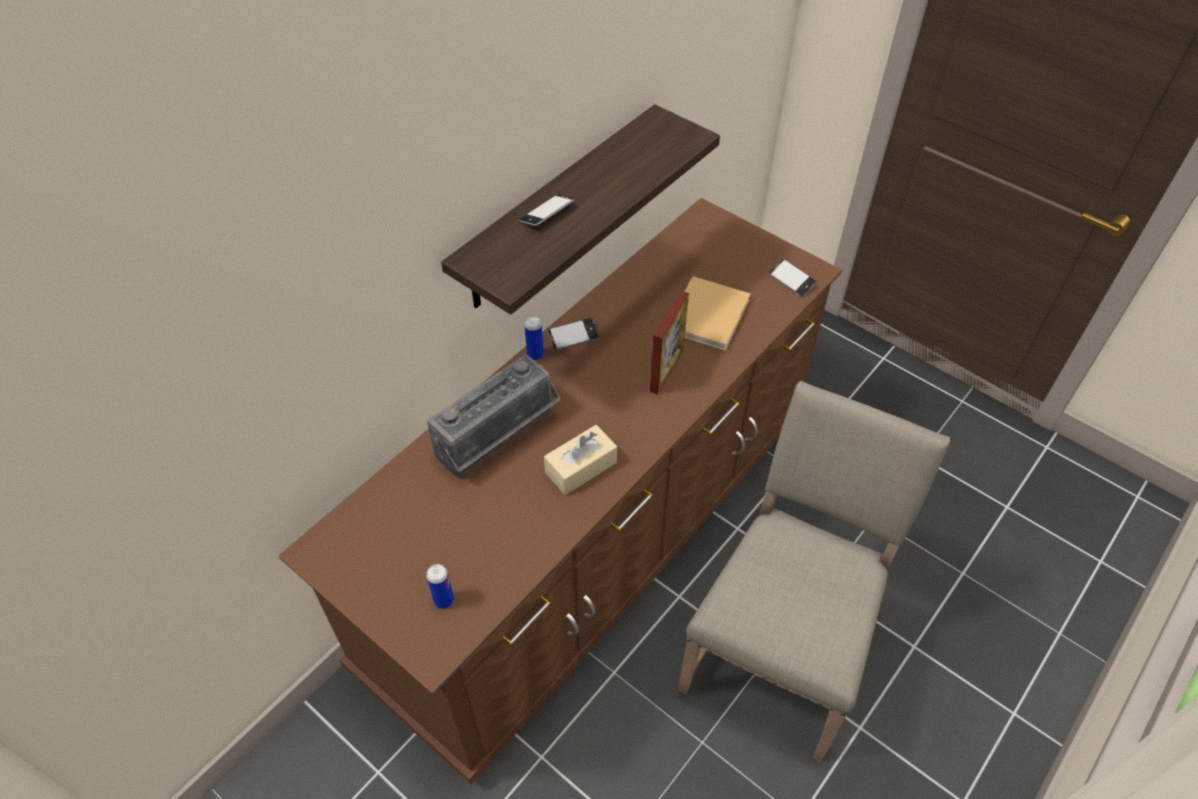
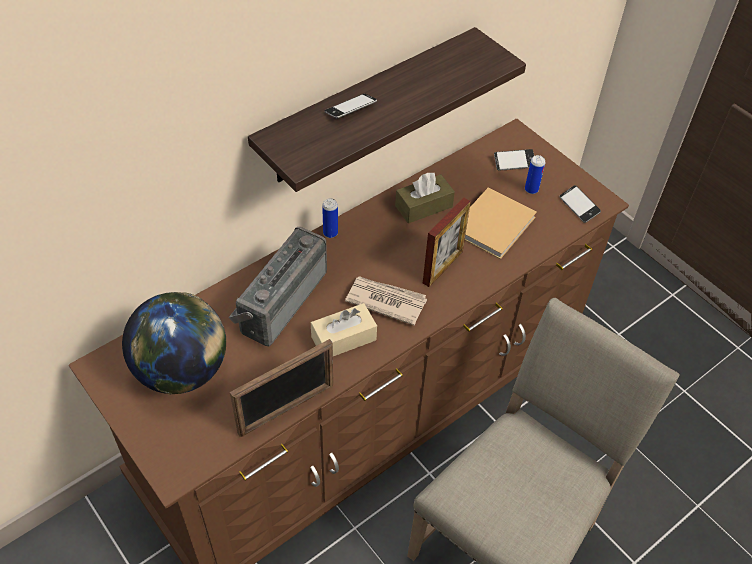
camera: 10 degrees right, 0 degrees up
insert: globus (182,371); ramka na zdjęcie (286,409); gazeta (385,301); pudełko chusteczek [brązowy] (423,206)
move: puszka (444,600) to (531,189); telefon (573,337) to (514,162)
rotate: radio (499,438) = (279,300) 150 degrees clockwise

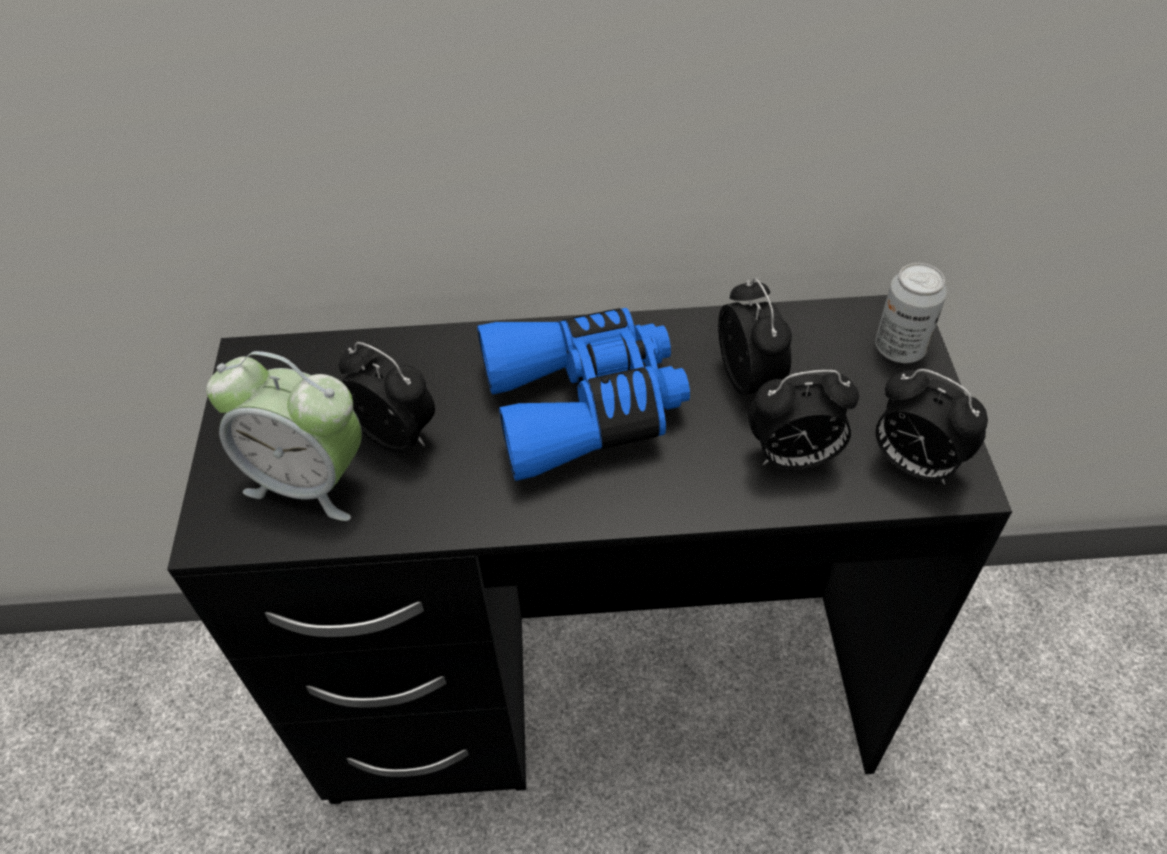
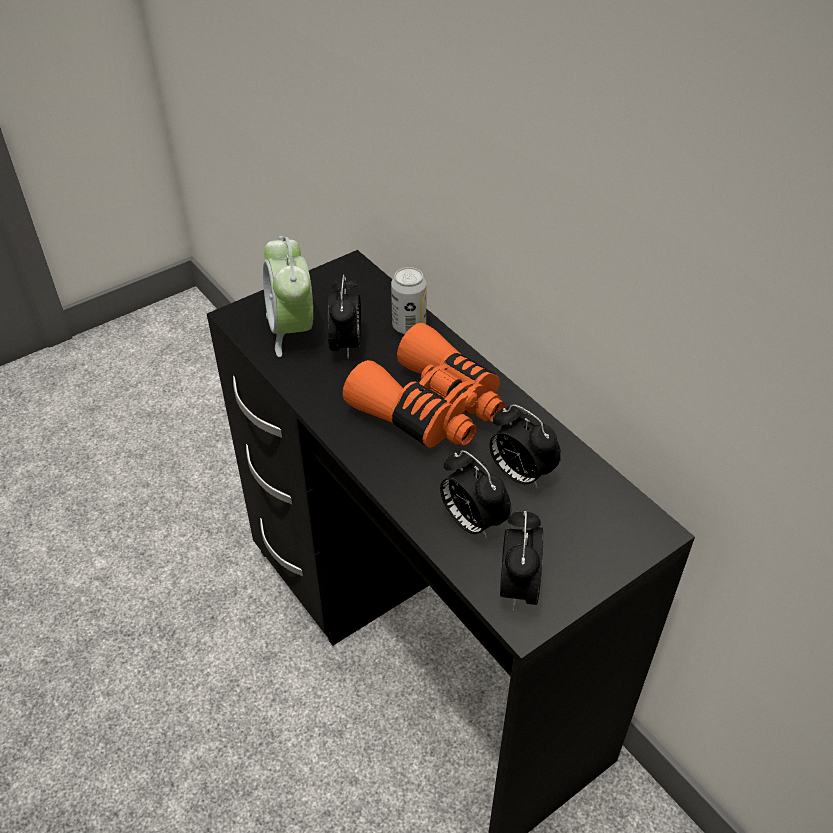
camera: 55 degrees right, 5 degrees down
move: puszka (900,348) to (409,326)
recolor: lornetka [niebieski] (584,405) to lornetka [pomarańczowy] (431,408)
rotate: budzik (750,379) = (519,474) 90 degrees clockwise

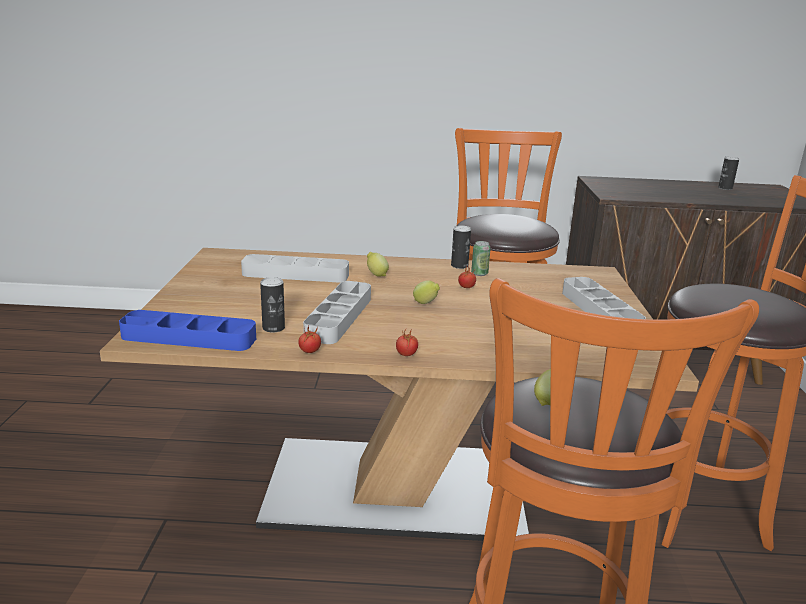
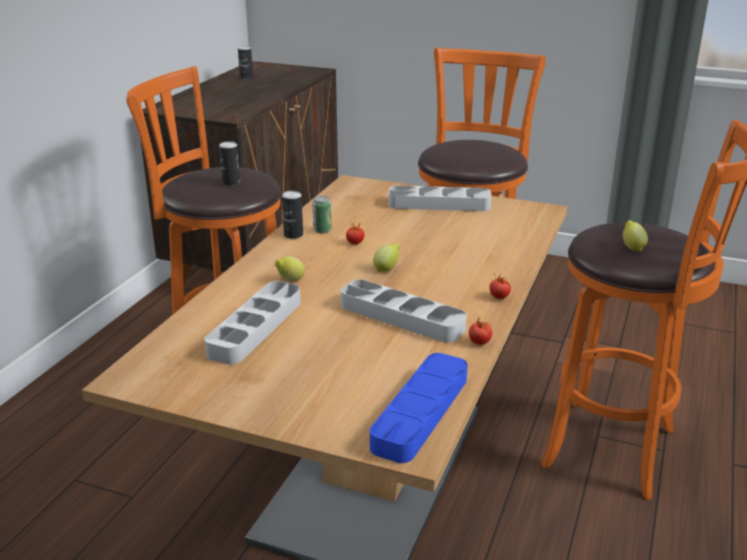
camera: 70 degrees left, 5 degrees up
move: puszka (273,328) to (231,183)

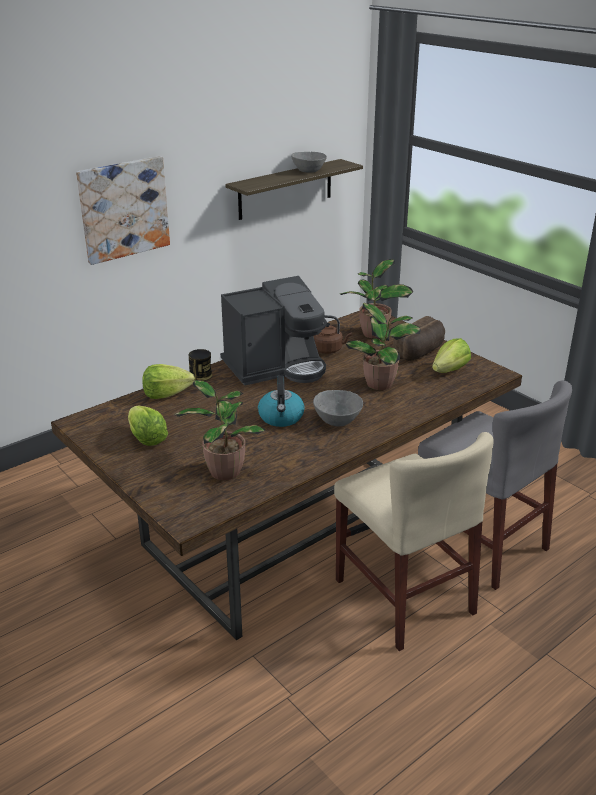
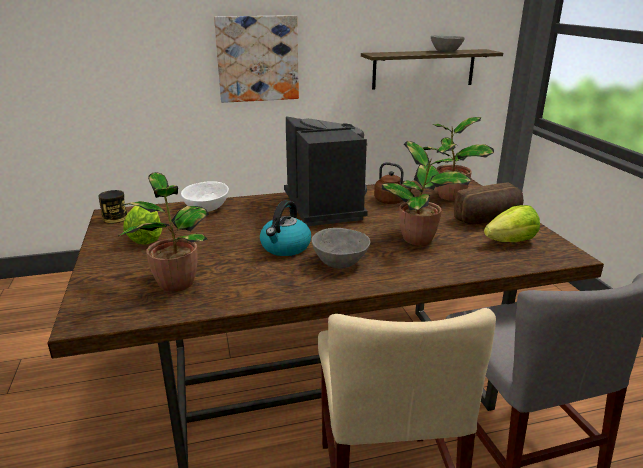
camera: 25 degrees right, 5 degrees down
move: puszka (201,375) to (115,218)
replace: sałata (166,394) to miska [biały] (206,208)
rotate: ekspres do kawy (276,367) = (326,206) 105 degrees counterclockwise

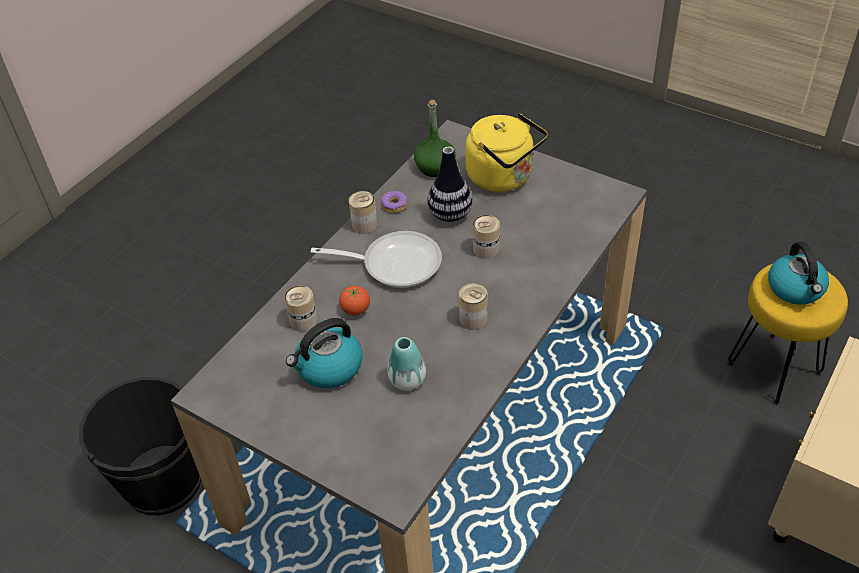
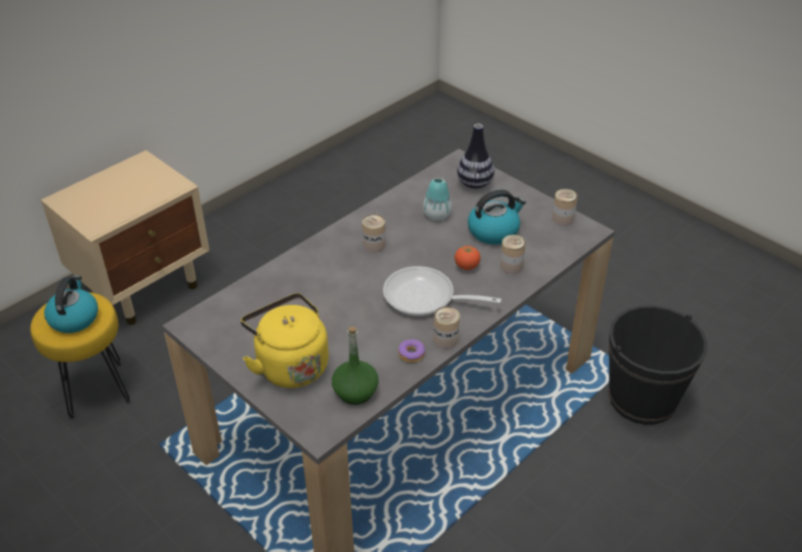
camera: 170 degrees left, 5 degrees down
move: wazon (450,214) to (475,184); puszka (486,249) to (563,219)

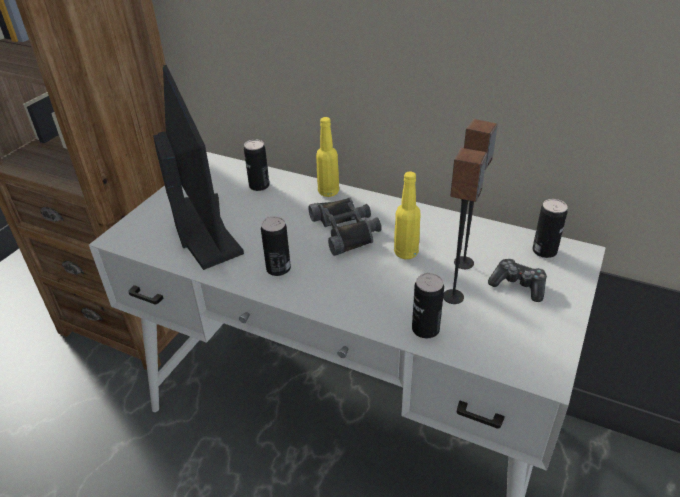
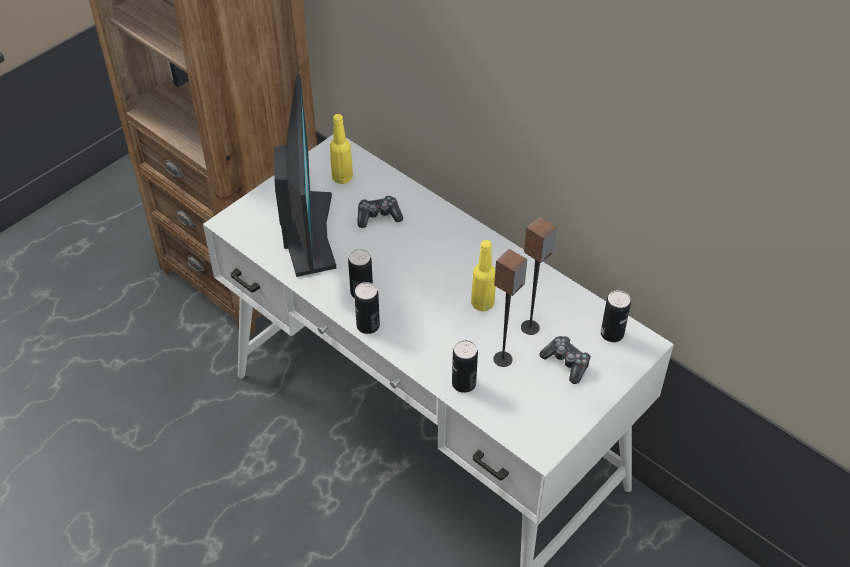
camera: 15 degrees right, 10 degrees up
delete: lornetka [czarny] (346,230)
insert: pad do gier (378,216)
move: puszka (259,186) to (368,325); butelka [żółty] (328,192) to (342,178)

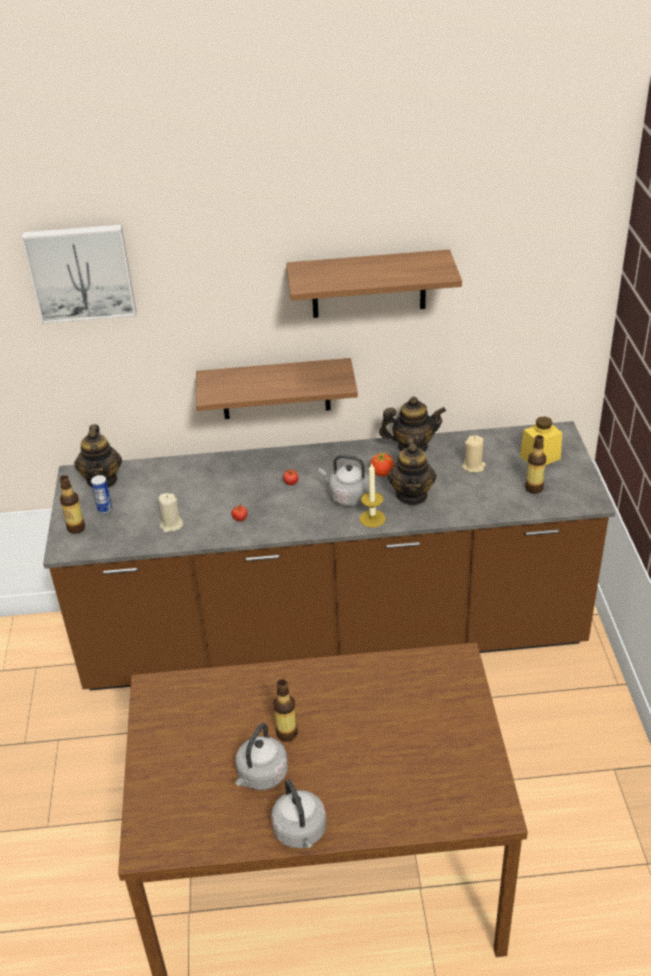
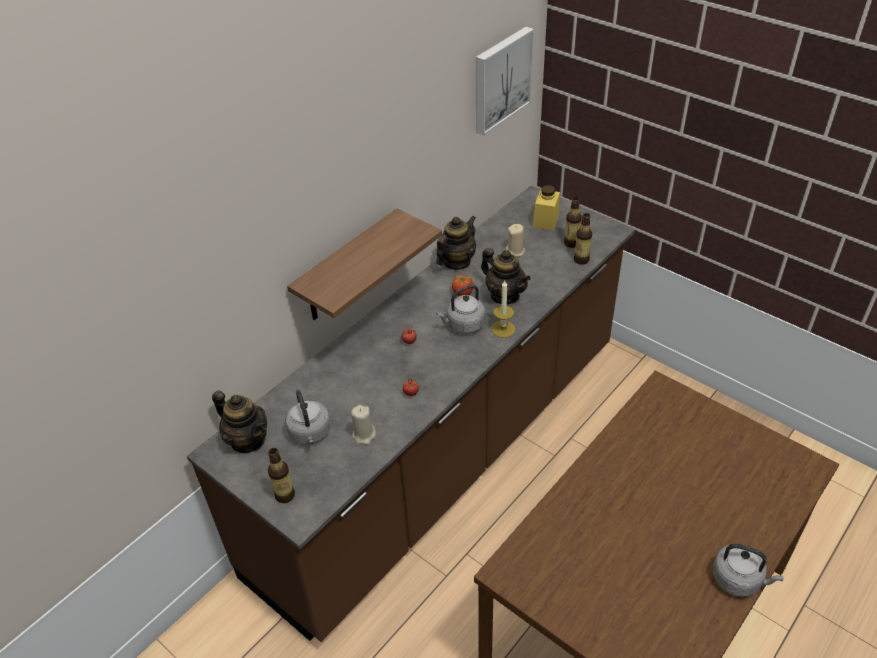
camera: 45 degrees left, 5 degrees up
delete: puszka (105,509); półka (368,284)
move: obraz (81,272) to (500,79); czajnik [szary] (261,776) to (310,434); butelka (287,733) to (581,260)

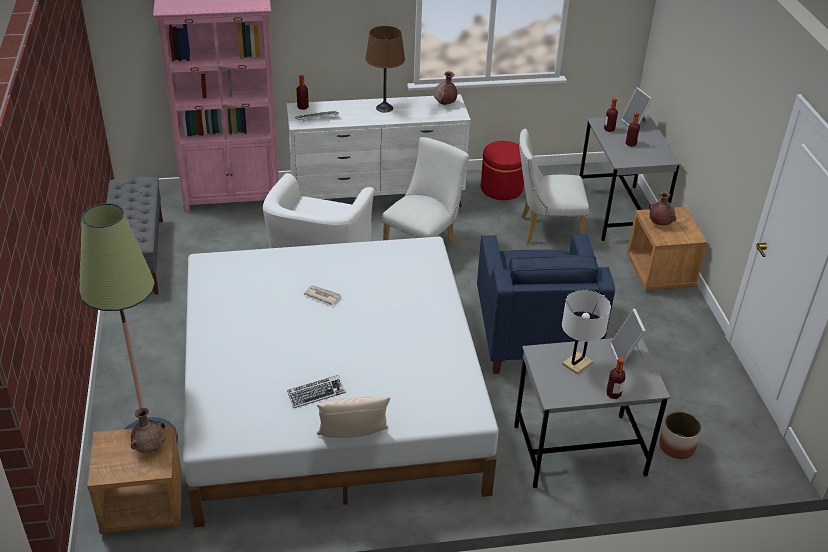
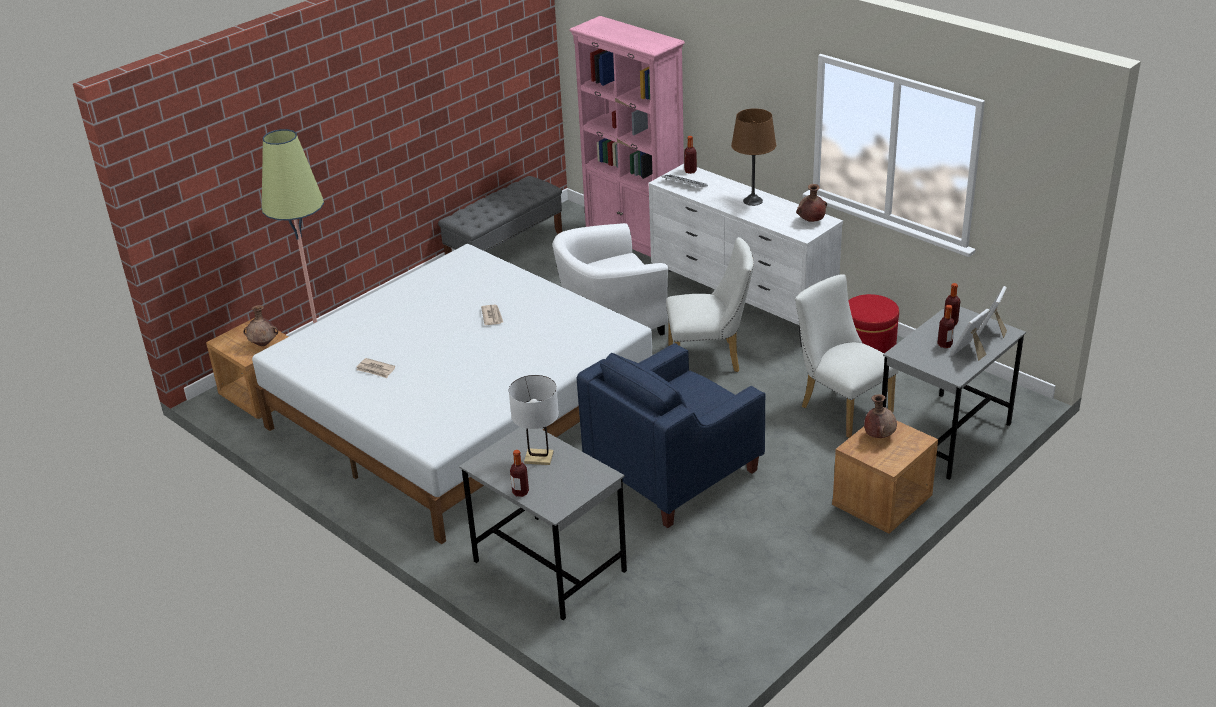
camera: 55 degrees right, 5 degrees down
delete: poduszka [beżowy] (353,438); donica (676,447)
move: ramka na zdjęcie (626,354) to (969,352)
replace: klawiatura (316,394) to gazeta (376,370)

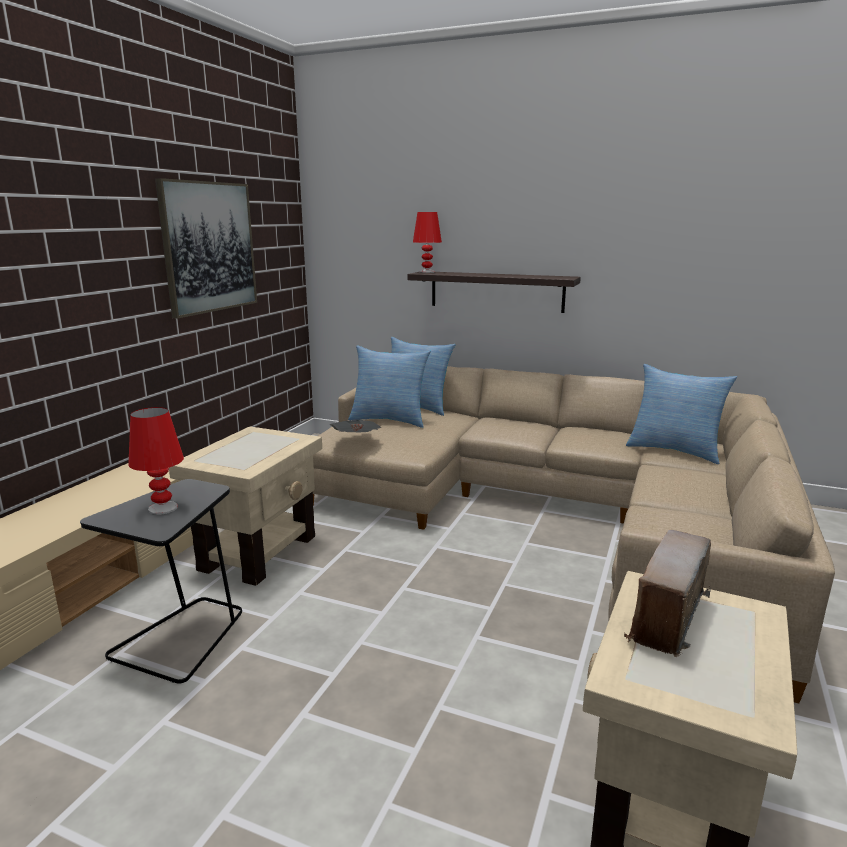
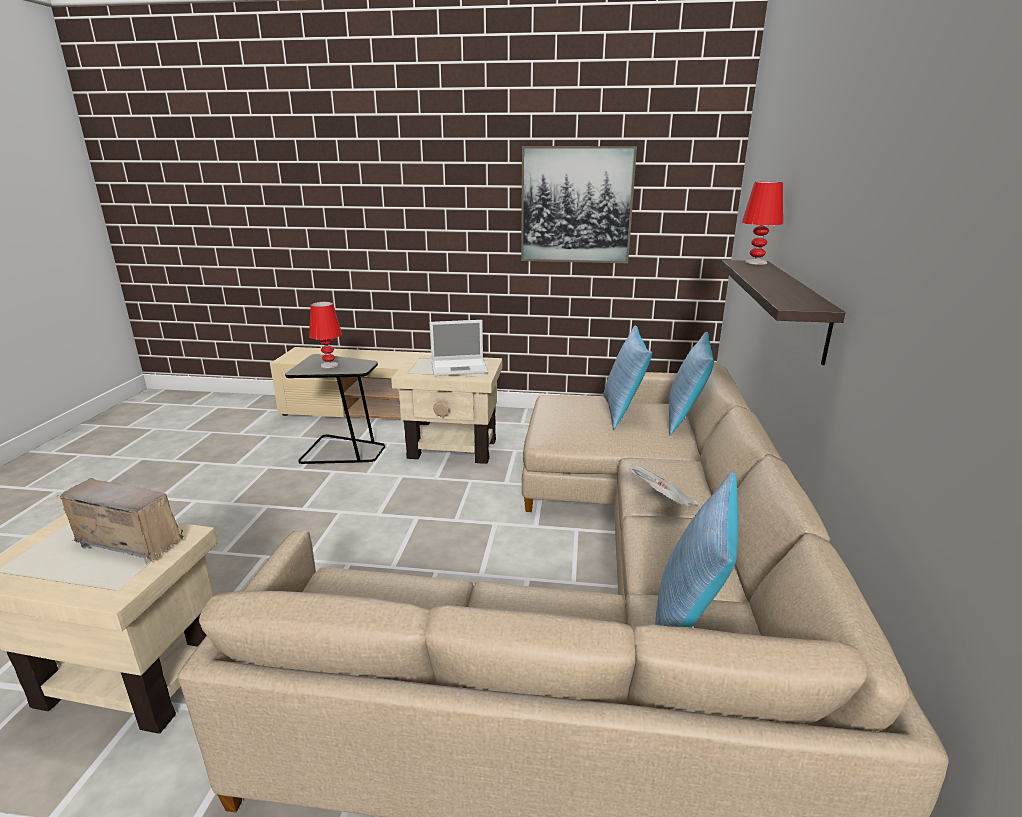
camera: 75 degrees right, 5 degrees up
insert: laptop (460,367)
move: gazeta (356,440) to (662,502)

